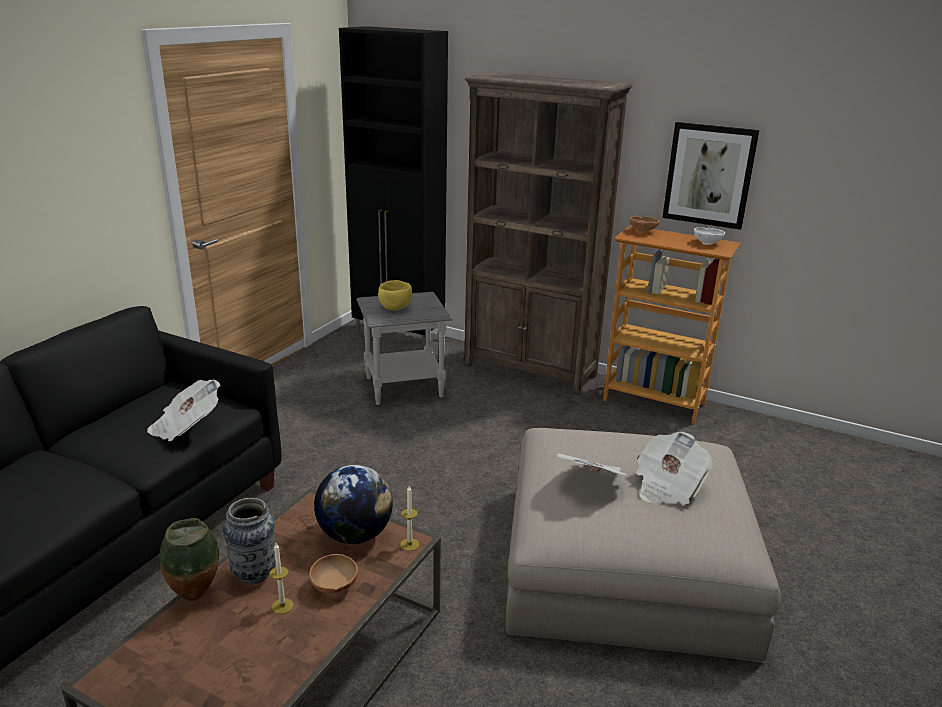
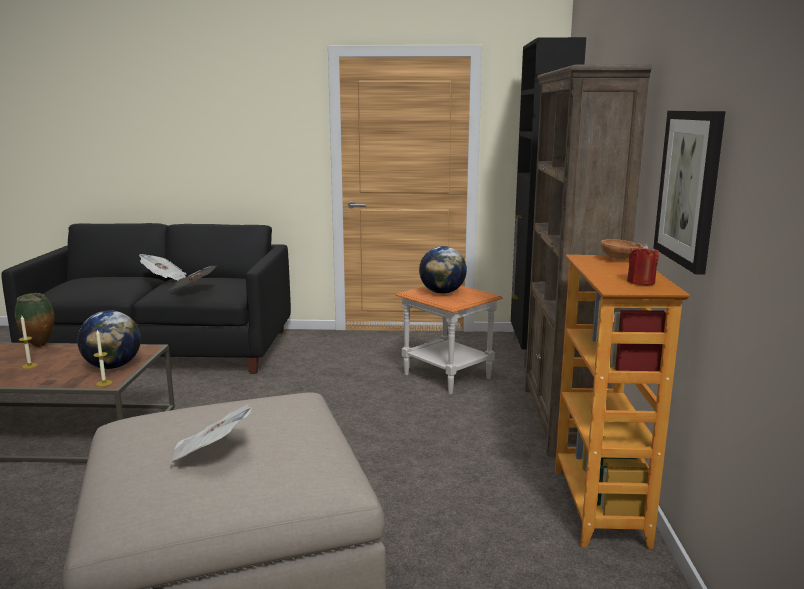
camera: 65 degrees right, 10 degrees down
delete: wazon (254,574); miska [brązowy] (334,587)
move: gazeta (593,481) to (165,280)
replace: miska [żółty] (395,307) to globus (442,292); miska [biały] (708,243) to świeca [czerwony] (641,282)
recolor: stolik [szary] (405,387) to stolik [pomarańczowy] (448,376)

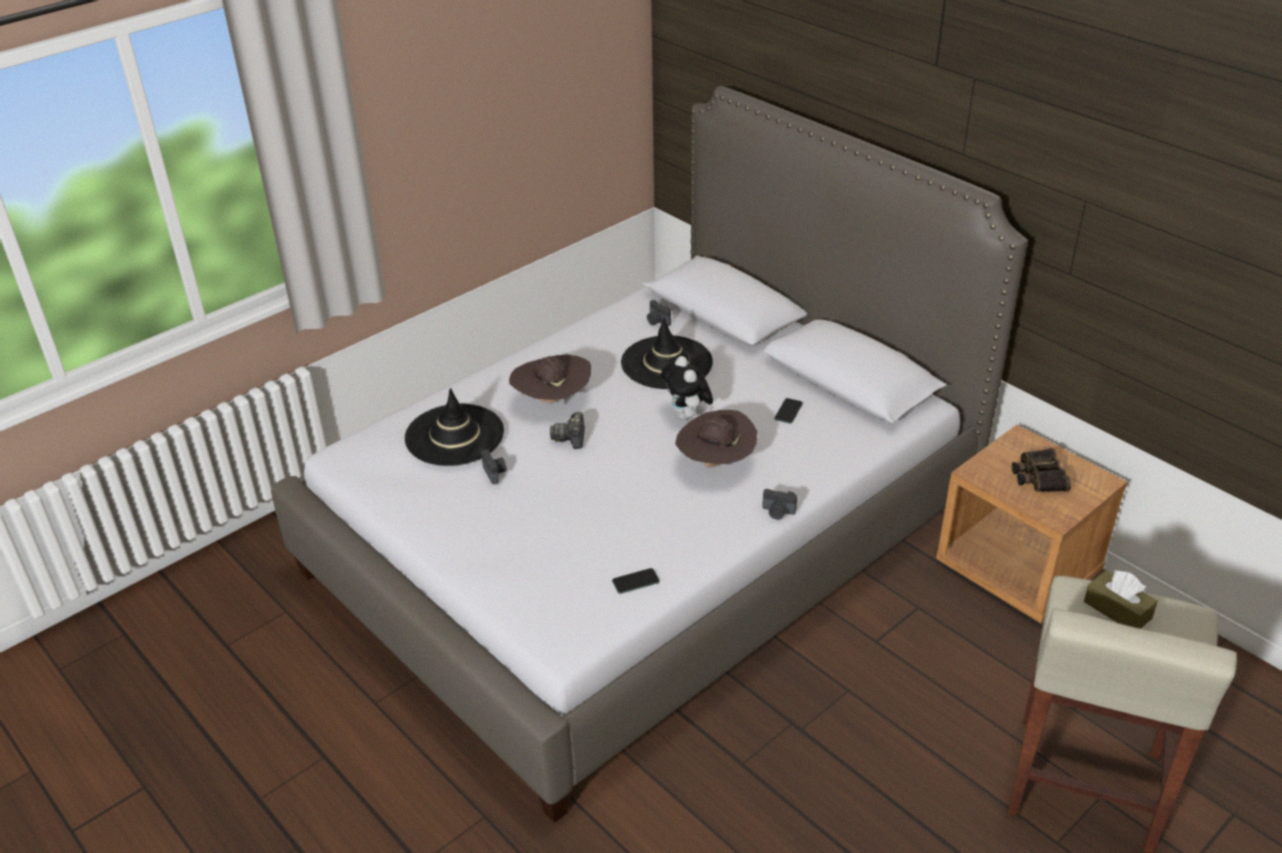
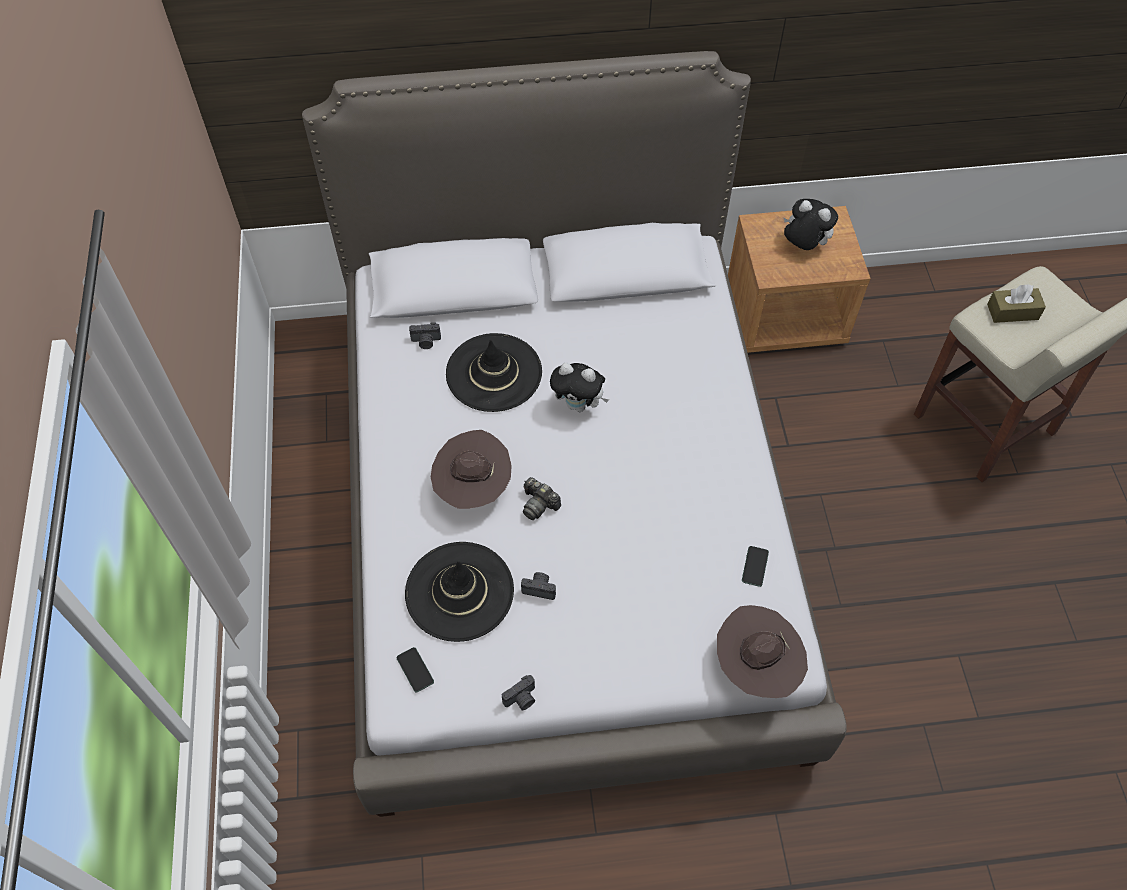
camera: 55 degrees left, 20 degrees up
move: kapelusz [brązowy] (715,464) to (756,666); aparat fotograficzny (778,512) to (521,699); telefon (788,411) to (415,670)
replace: lornetka (1038,476) to pluszak (803,246)

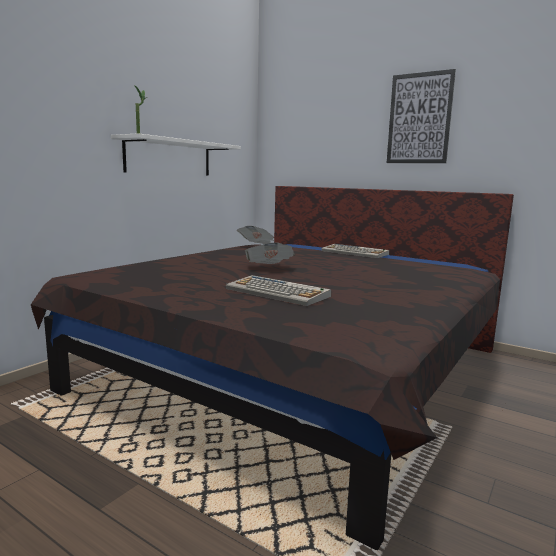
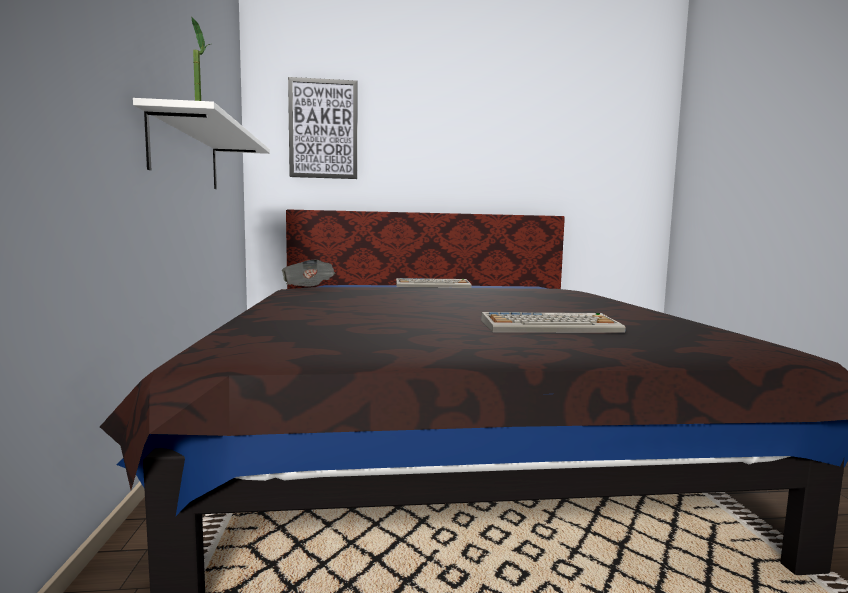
camera: 40 degrees left, 5 degrees down
delete: gazeta (269,268)
move: obraz (419,118) to (323,129)

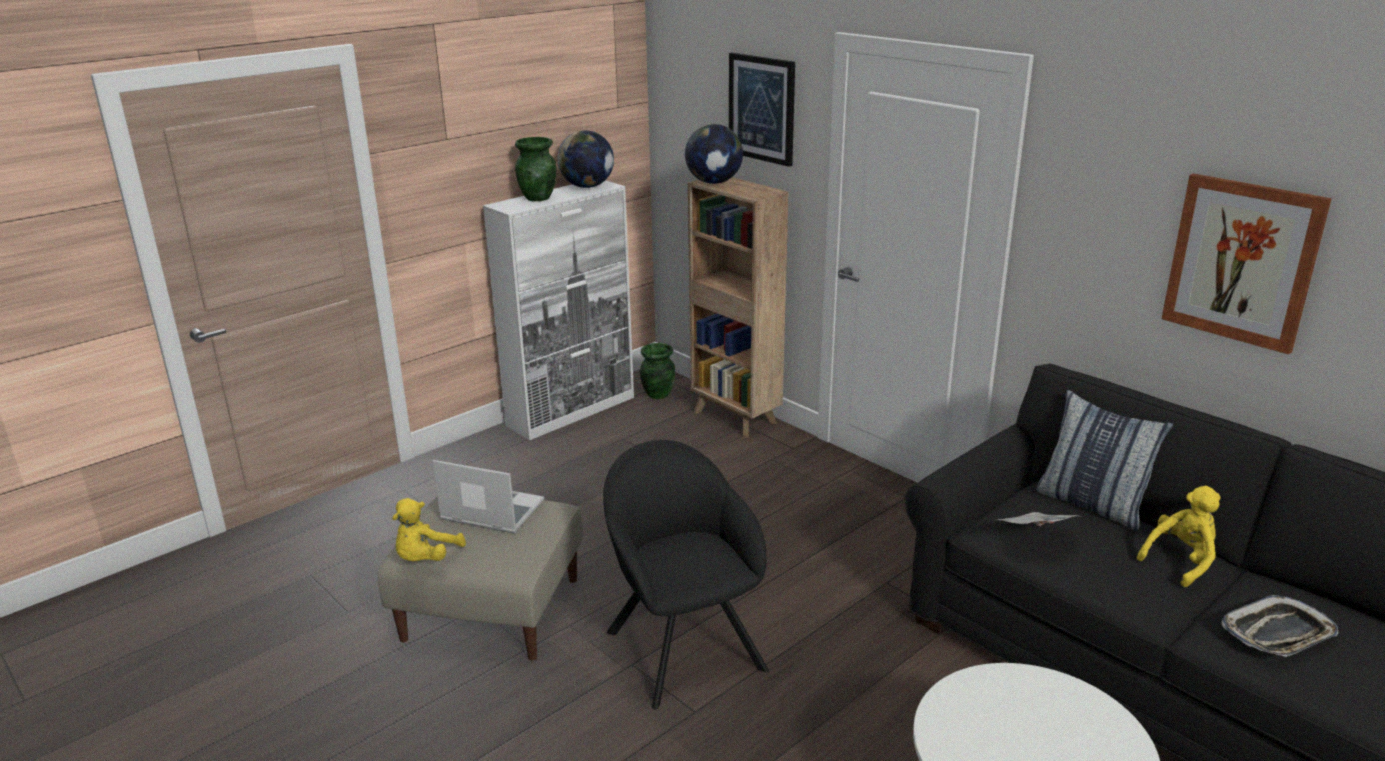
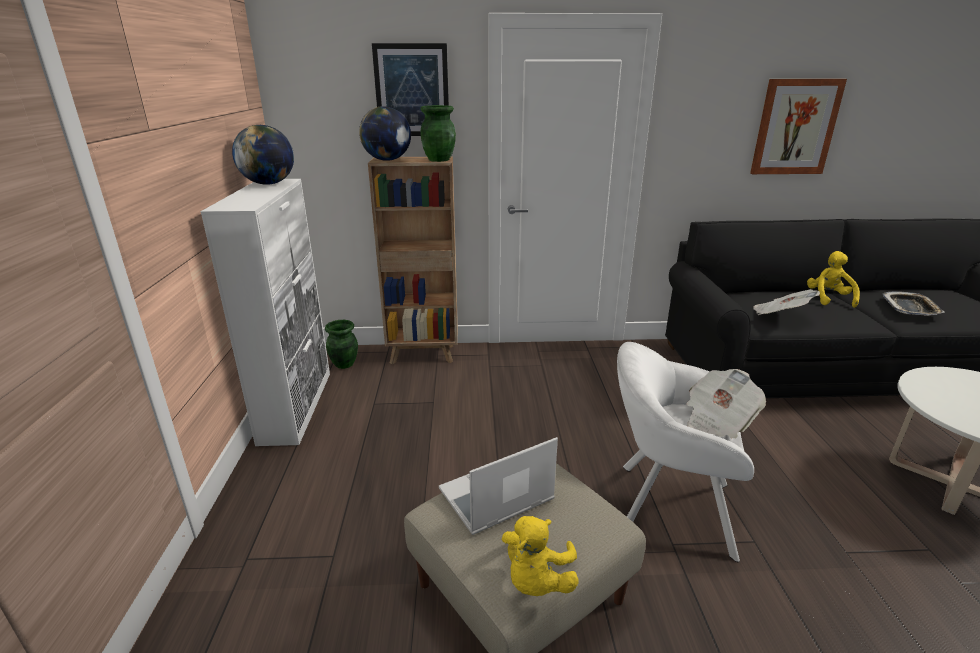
camera: 50 degrees left, 0 degrees up
delete: poduszka (1092,504)
insert: gazeta (717,419)
move: wazon [zielony] (538,198) to (439,160)
recolor: fotel [czarny] (682,644) to fotel [biały] (666,507)
rotate: pluszak [żółty] (426,559) = (536,580) 45 degrees clockwise

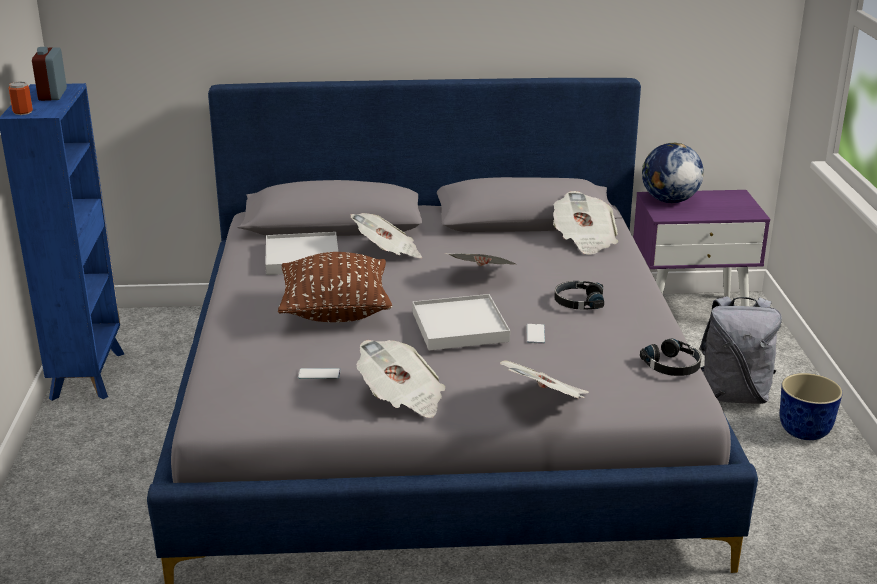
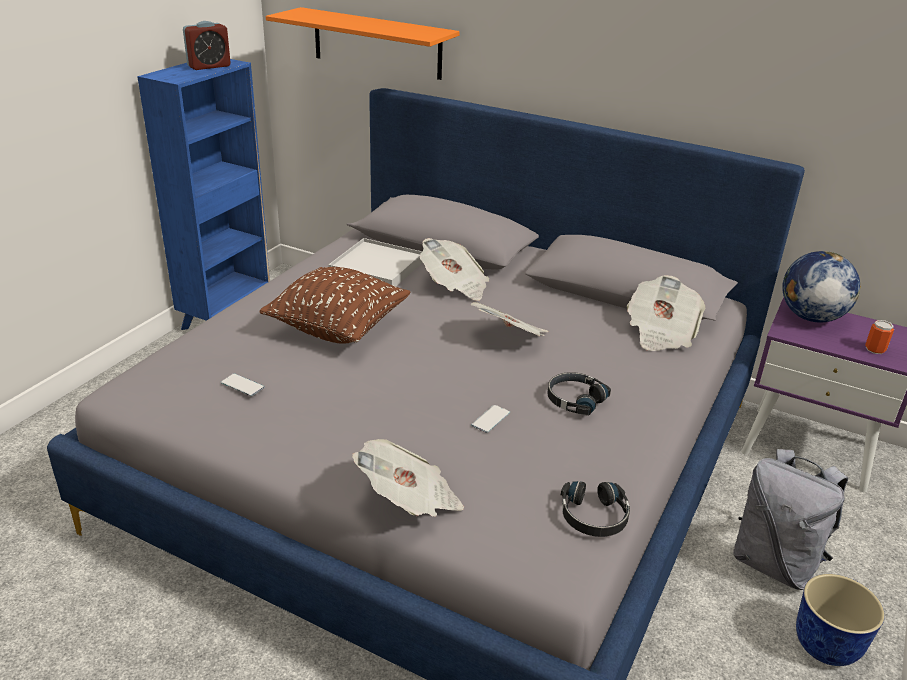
camera: 30 degrees right, 5 degrees up
delete: gazeta (402,398); taca [biały] (460,327)
insert: półka [pomarańczowy] (377,43)
move: puszka (23,112) to (875,349)
rotate: budzik (52,95) = (209,66) 150 degrees counterclockwise

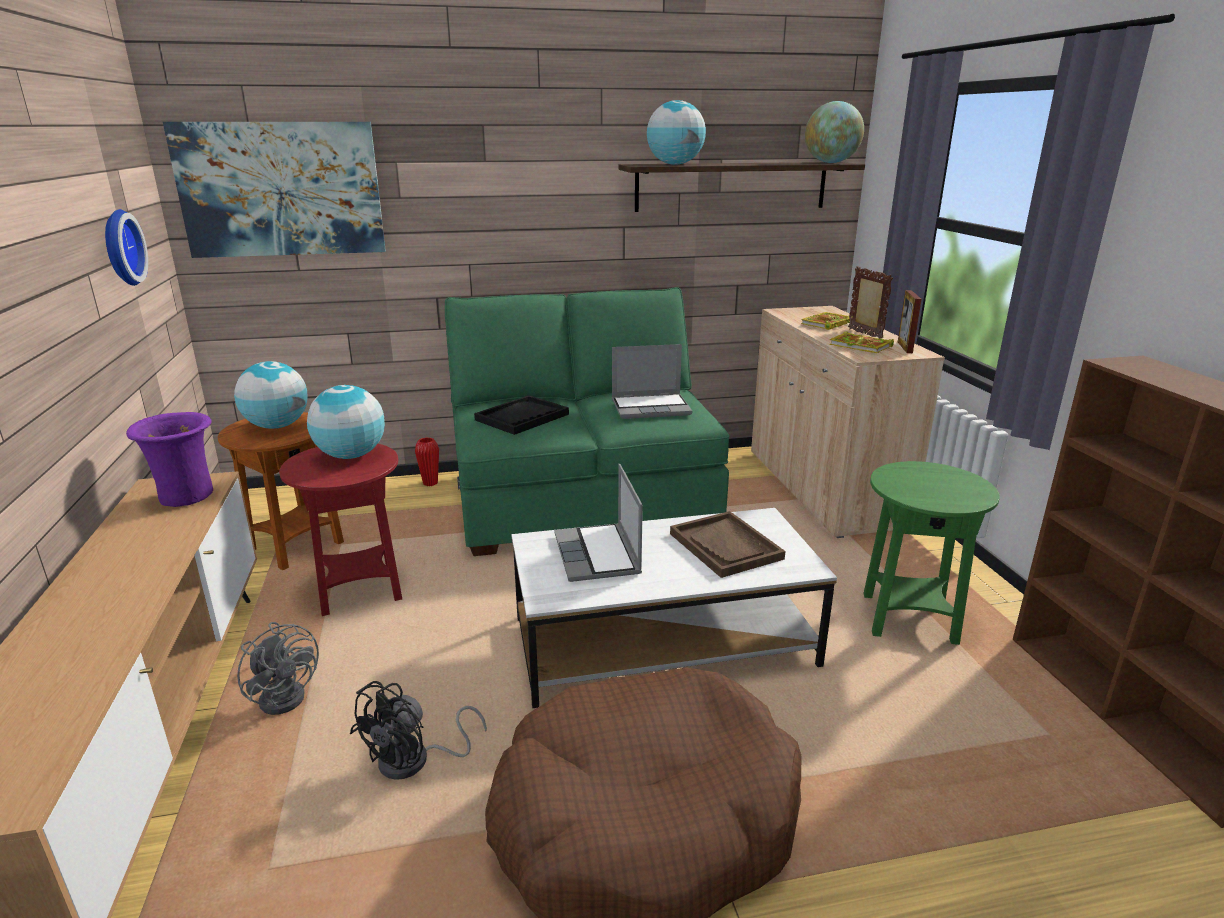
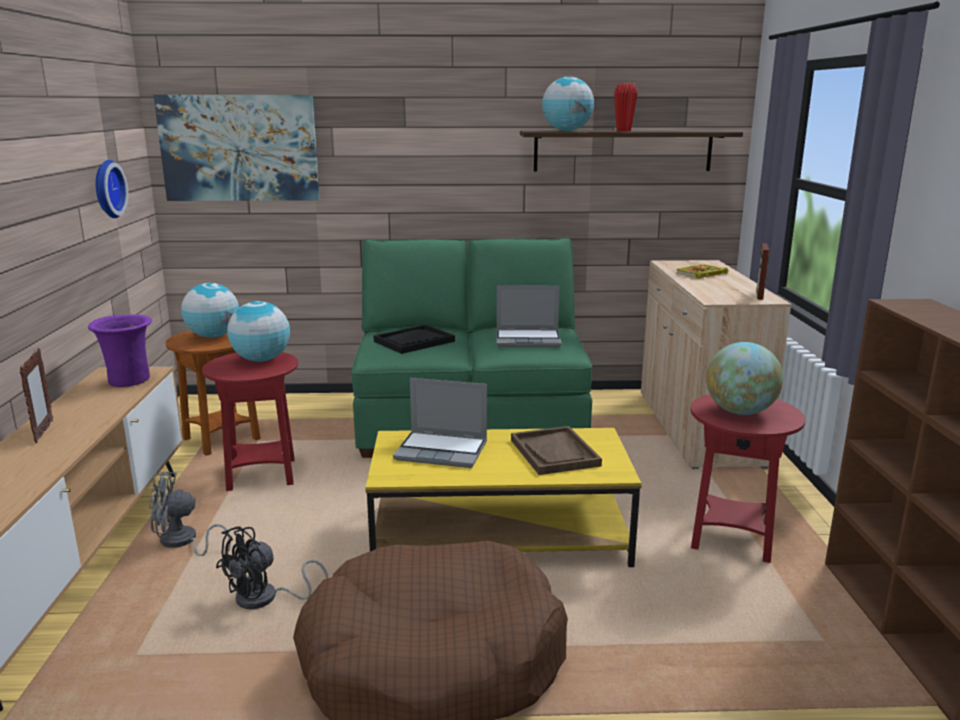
camera: 10 degrees right, 5 degrees down
delete: książka (862,346)
move: wazon [czerwony] (430,483) to (623,131); globus (830,163) to (740,412); ramka na zdjęcie (864,334) to (43,432)
recolor: ława [biały] (662,641) to ława [żółty] (499,535); stolik [zielony] (909,619) to stolik [czerwony] (732,538)
rotate: wentylator [szary] (286,694) = (183,542) 120 degrees clockwise; laptop (598,555) = (443,451) 75 degrees counterclockwise

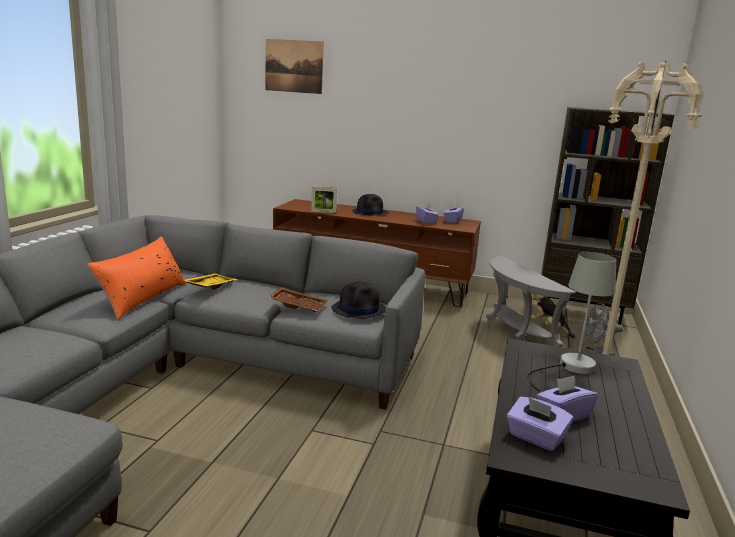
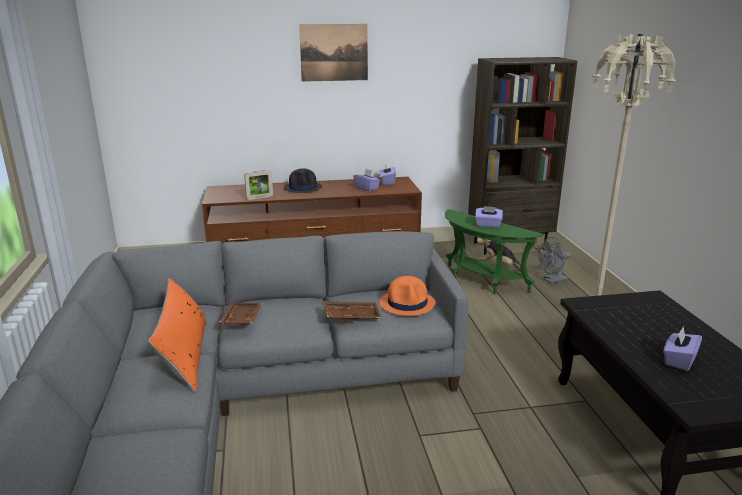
camera: 25 degrees left, 5 degrees up
delete: lampa stołowa [szary] (569,368)
move: obraz (294,66) to (334,52); pudełko chusteczek [fioletowy] (535,438) to (488,225)
recolor: taca [żółty] (210,286) to taca [brązowy] (240,319); kapelusz [czarny] (359,309) to kapelusz [pomarańczowy] (408,303); stolik [szary] (513,336) to stolik [zielony] (481,282)

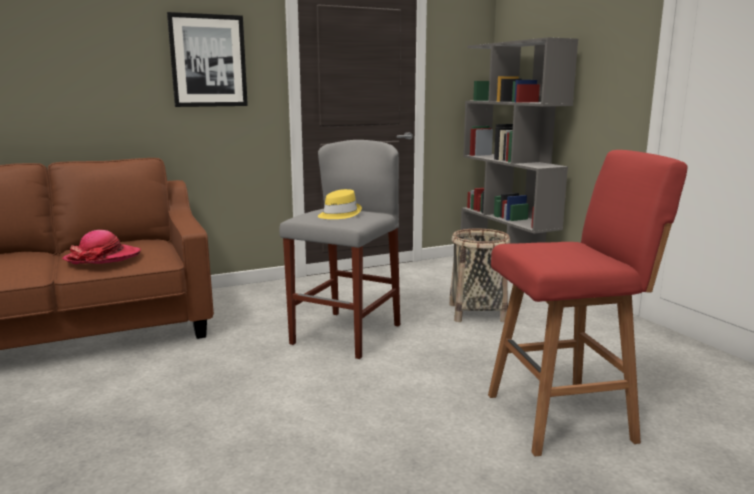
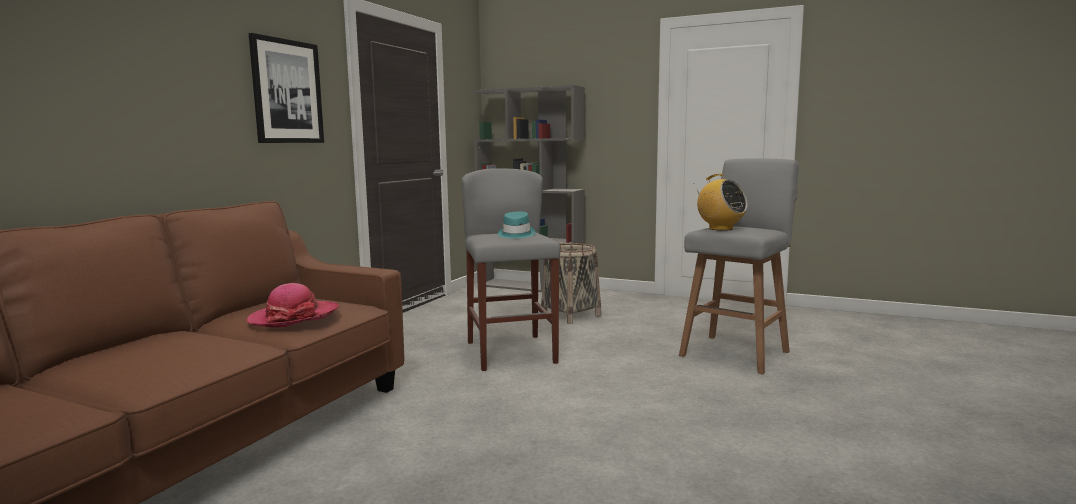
camera: 40 degrees left, 5 degrees down
insert: radio (720,229)
recolor: kapelusz [żółty] (339,214) to kapelusz [turkusowy] (515,235); stołek [czerwony] (564,417) to stołek [szary] (736,352)

